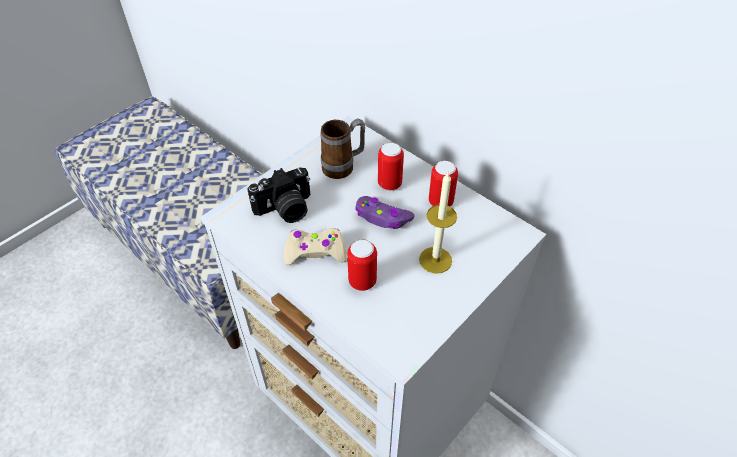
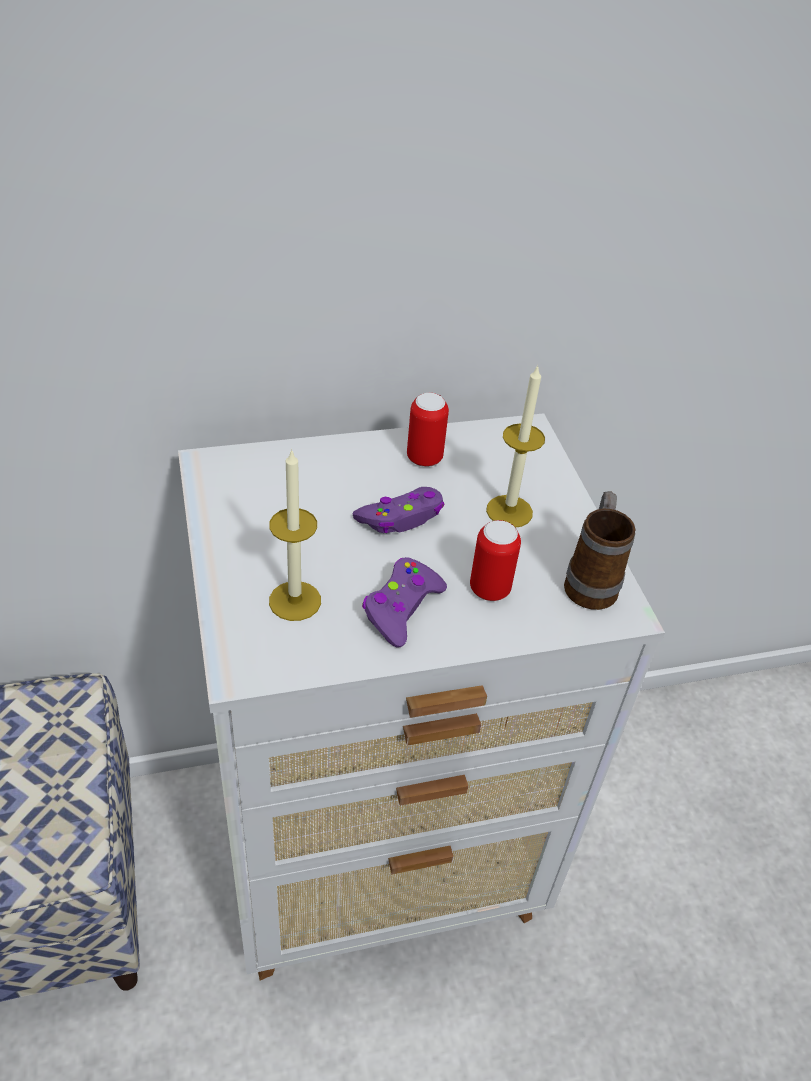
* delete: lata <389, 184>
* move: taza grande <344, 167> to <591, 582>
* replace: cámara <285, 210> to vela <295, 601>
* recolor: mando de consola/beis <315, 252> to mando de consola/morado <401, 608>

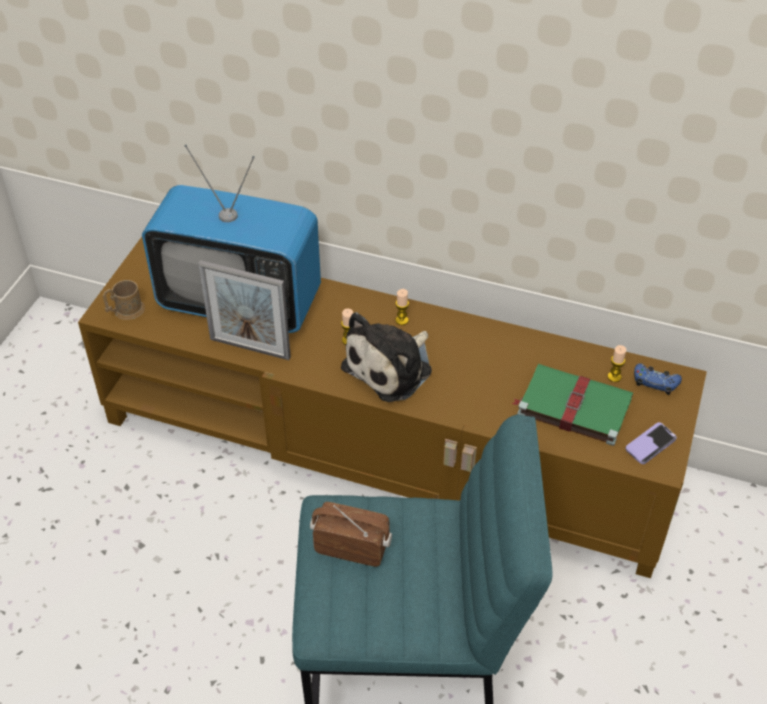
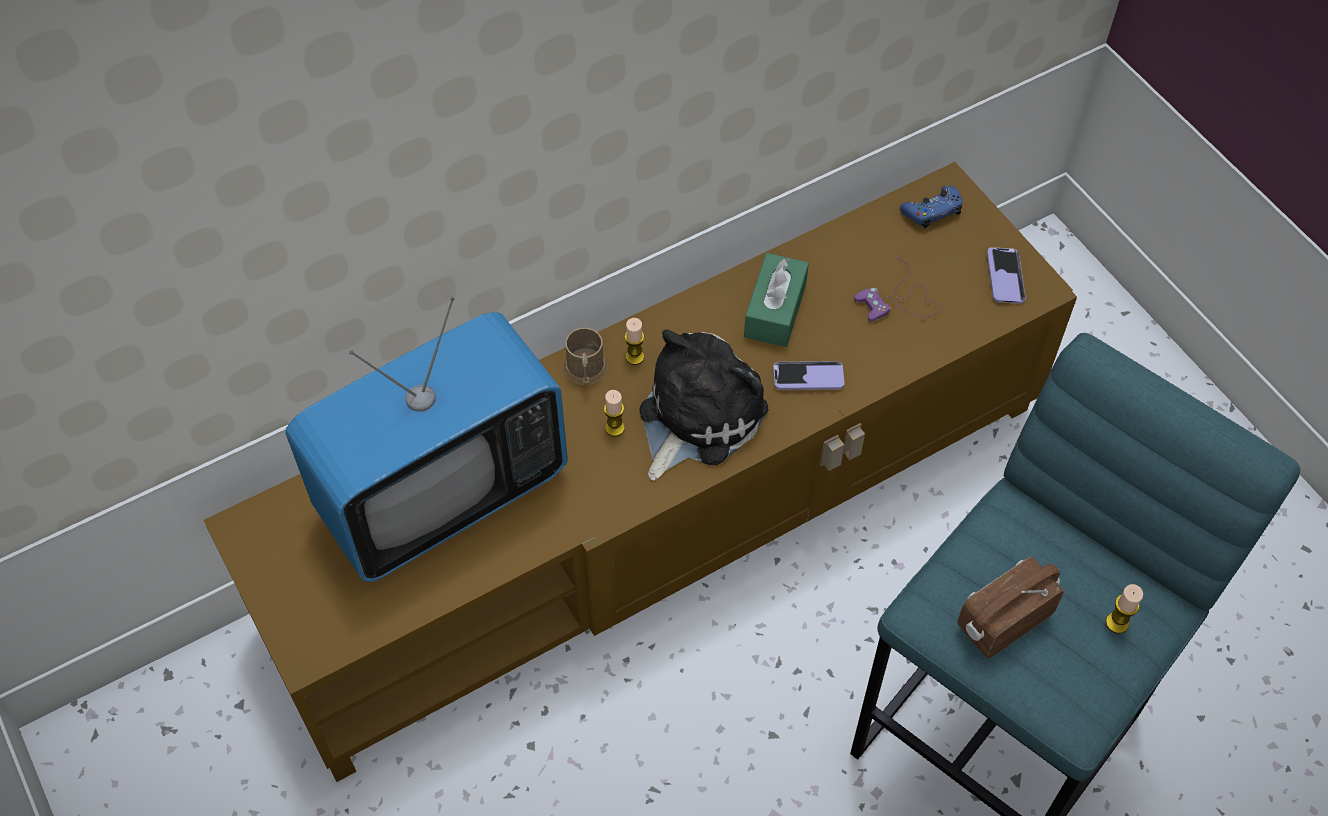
* delete: portarretratos <250, 348>
* insert: caja de pañuelos/verde <775, 310>
* insert: móvil <808, 377>
* move: taza grande/marrón <125, 311> to <585, 372>
* move: vela <614, 377> to <1117, 623>
* replace: libro/verde <572, 406> to mando de consola/morado <900, 300>
* rotate: peluche <391, 367> = <696, 416> 135 degrees counterclockwise

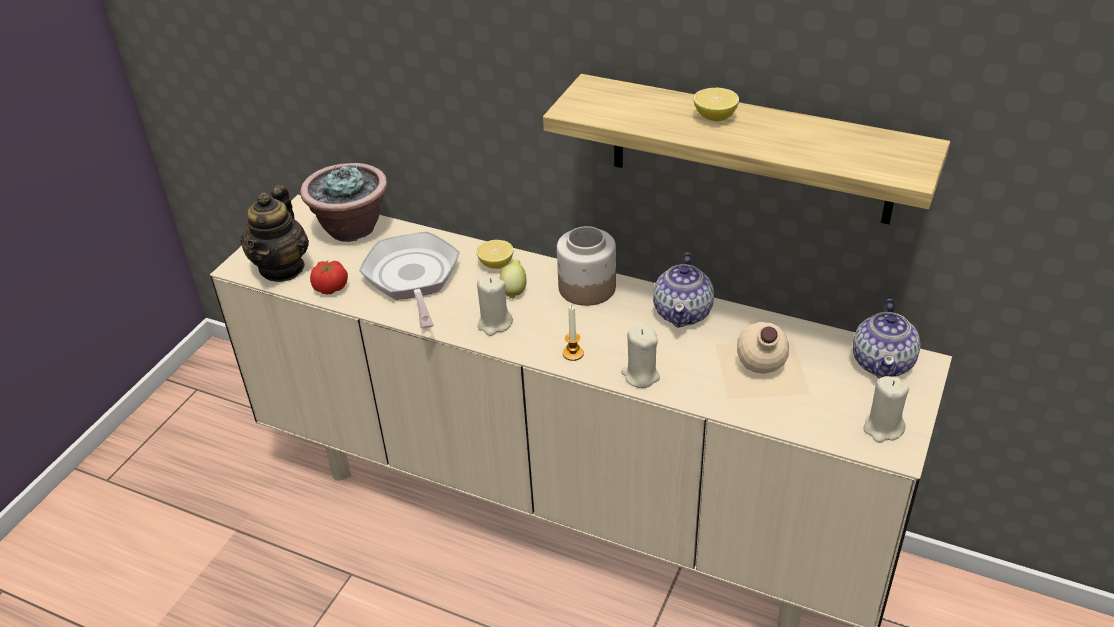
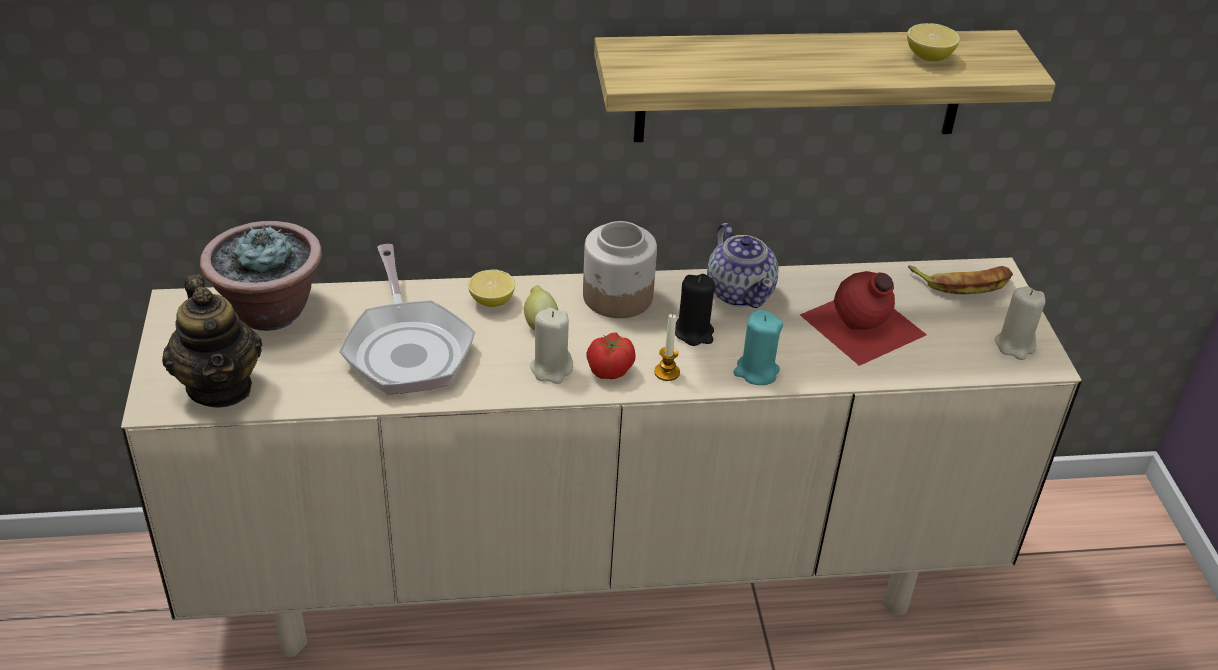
* insert: vela/negro <694, 332>
* move: tomate <331, 288> to <609, 370>
* move: limón <715, 117> to <928, 57>
* replace: tetera <883, 362> to plátano <962, 282>
* recolor: vela/beis <640, 375> to vela/turquesa <756, 372>
* recolor: botella/beis <760, 369> to botella/rojo <862, 326>
* rotate: sartén <413, 279> = <407, 348> 150 degrees counterclockwise

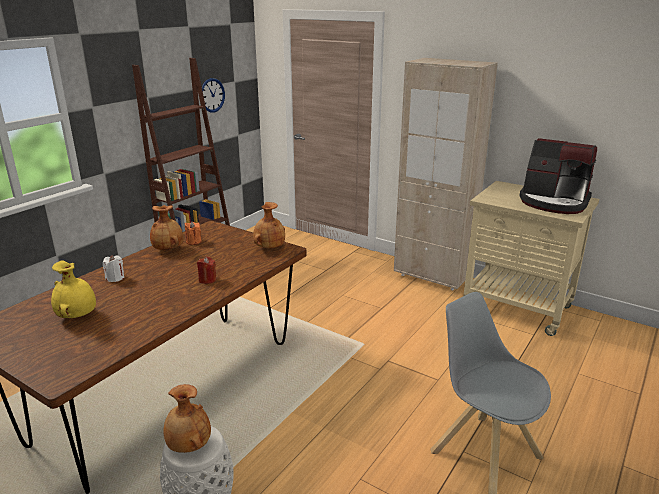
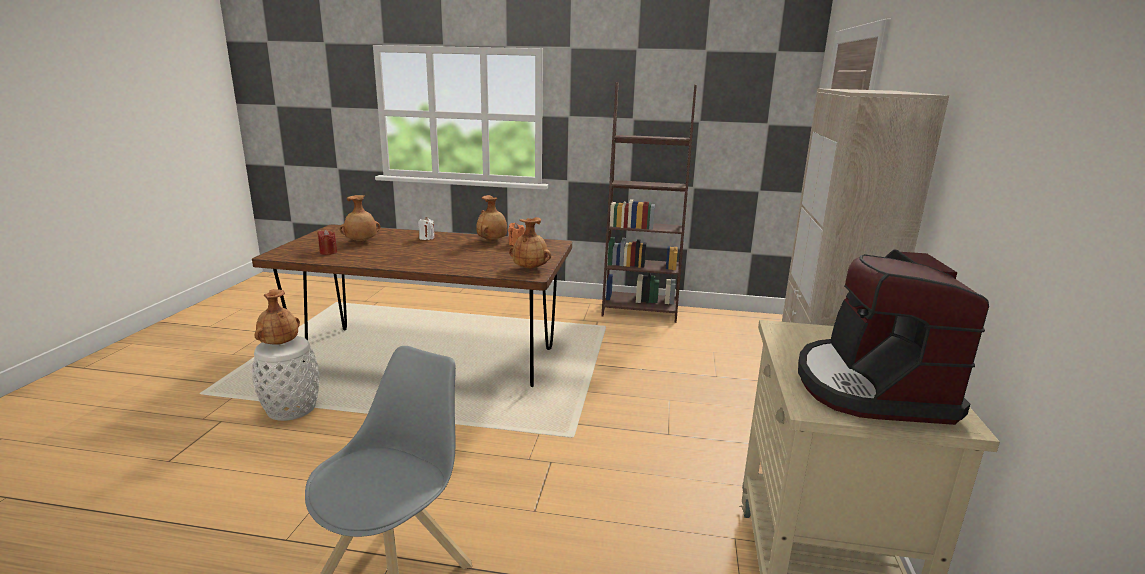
* delete: reloj de pared <212, 95>
* move: vela/rojo <207, 280> to <328, 252>
* recolor: florero/amarillo <78, 316> to florero/marrón <361, 242>

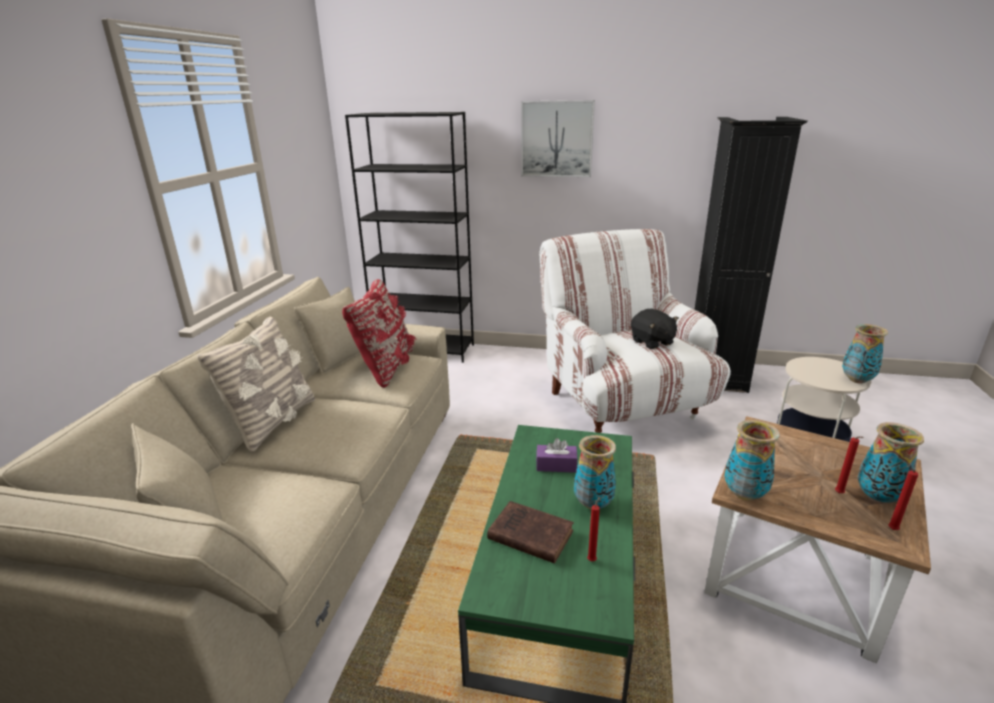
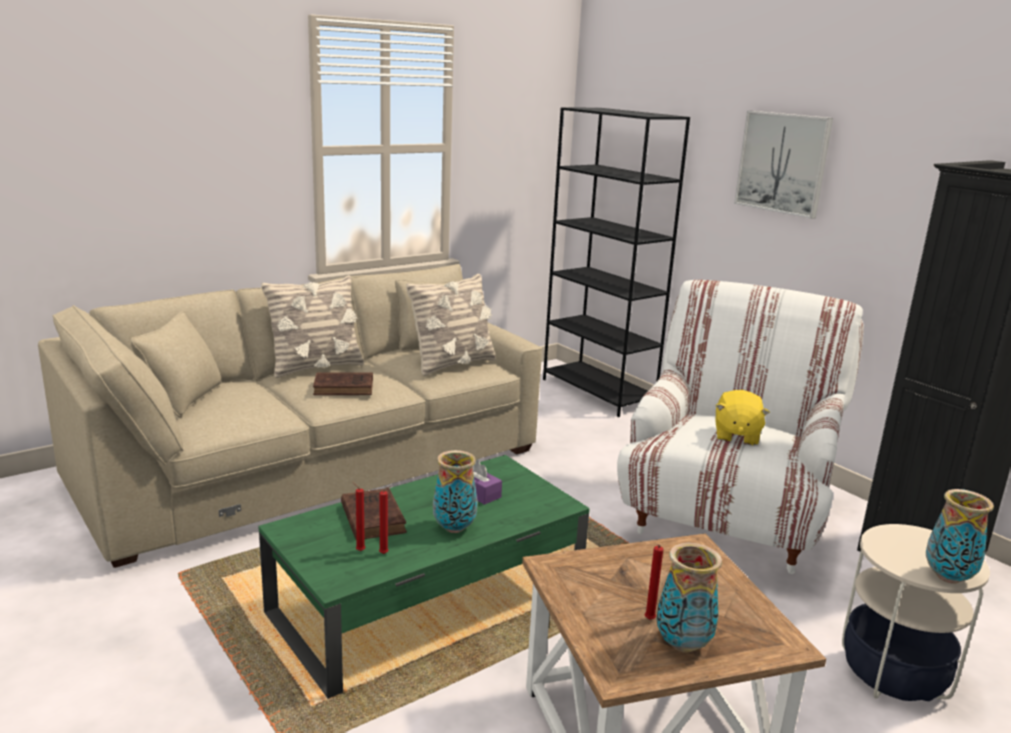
* delete: florero <744, 494>
* insert: libro/marrón <345, 388>
* move: vela/rojo <891, 530> to <359, 550>
* recolor: cojín/rojo <387, 368> to cojín/beis <452, 364>
* recolor: peluche/negro <652, 342> to peluche/amarillo <736, 435>

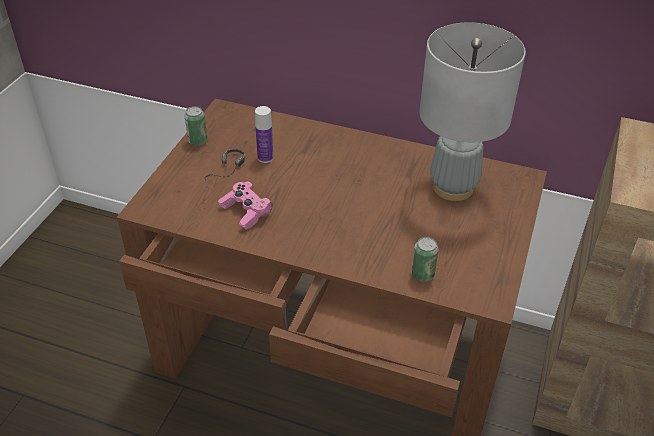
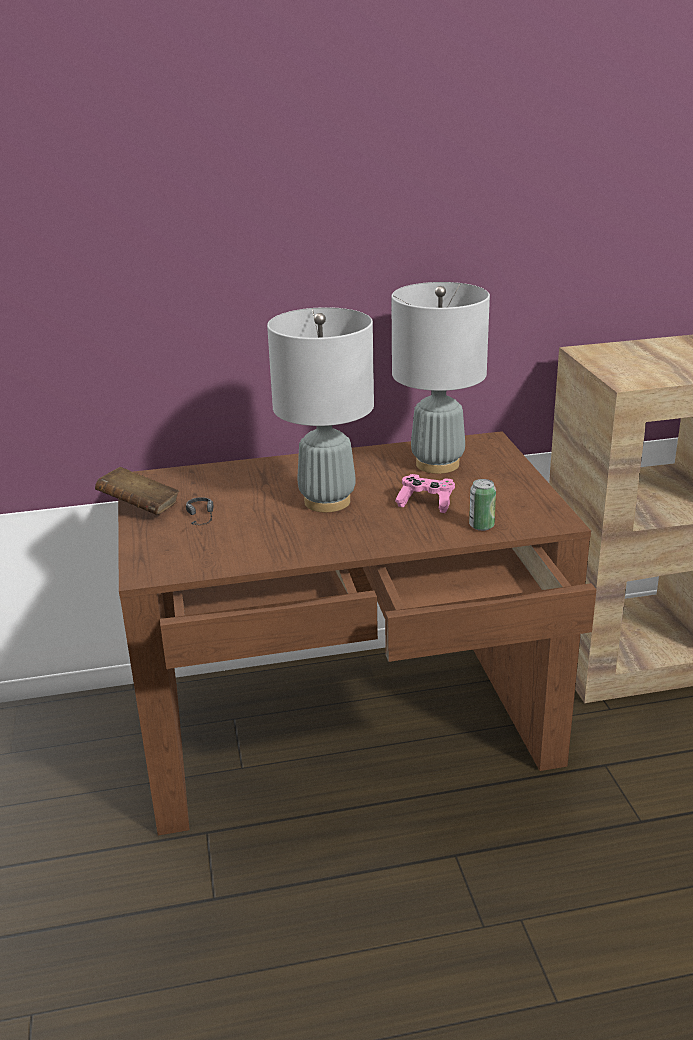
* delete: botella <265, 158>
* insert: lámpara de mesa/gris <327, 501>
* move: mando de consola/rosa <246, 211> to <426, 502>
* replace: lata <197, 141> to libro/marrón <140, 508>

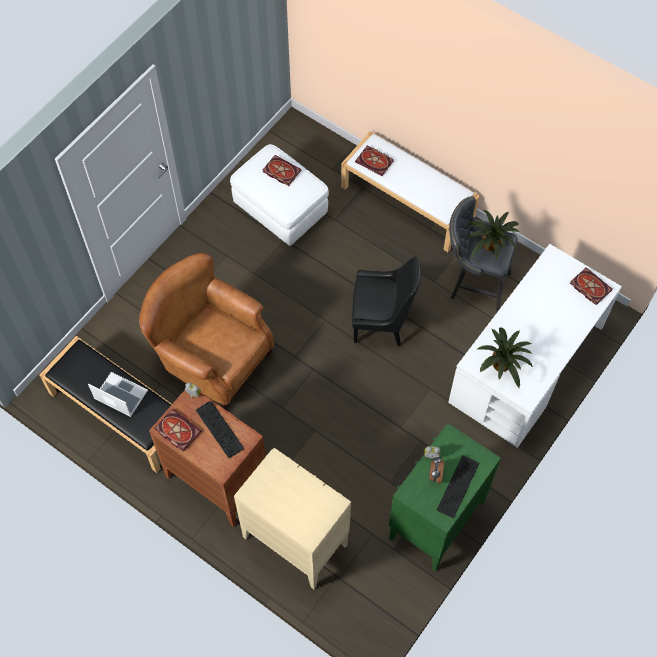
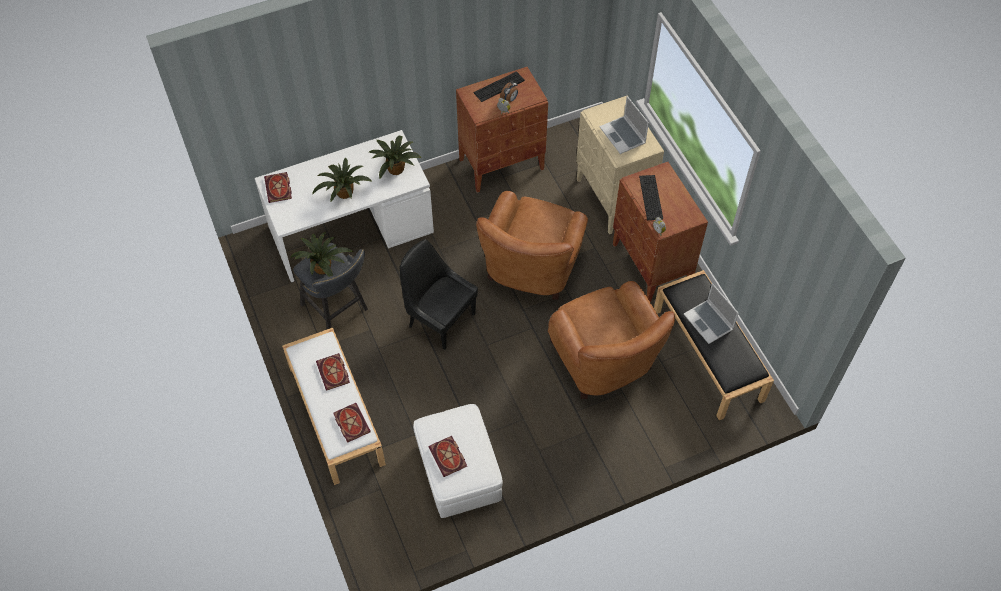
* insert: planta en maceta <343, 194>
* insert: sillón/marrón <532, 268>
* insert: portátil <623, 136>
* move: libro <176, 430> to <334, 373>
* recolor: cómoda/verde <435, 520> to cómoda/marrón <502, 165>

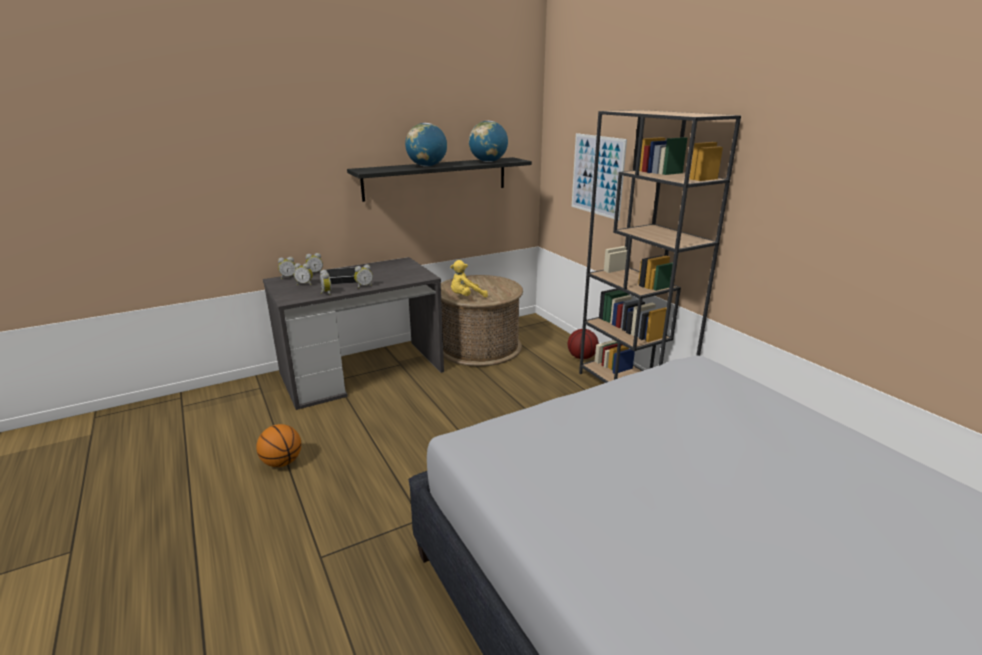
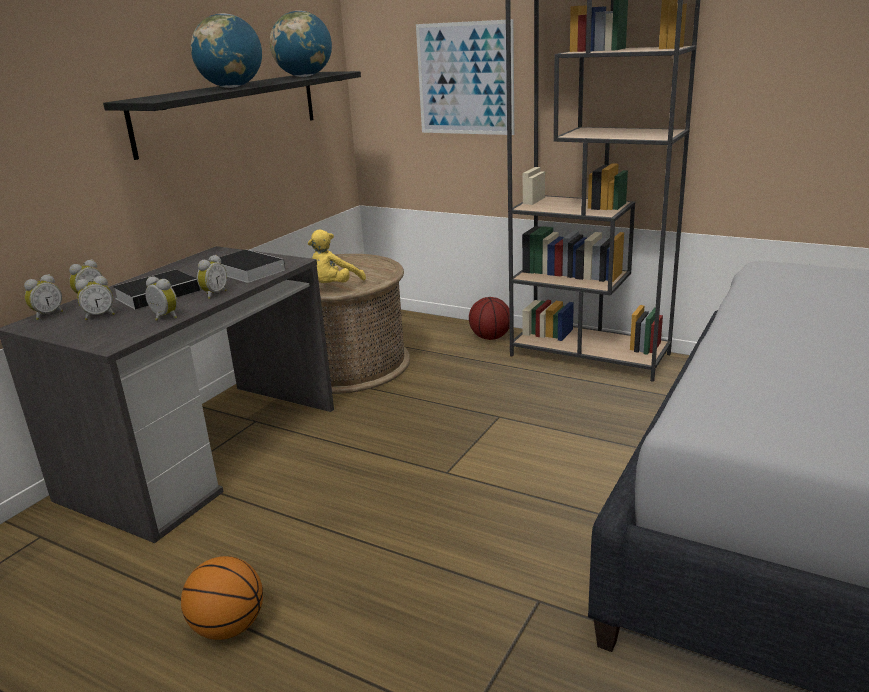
* insert: libro <246, 270>

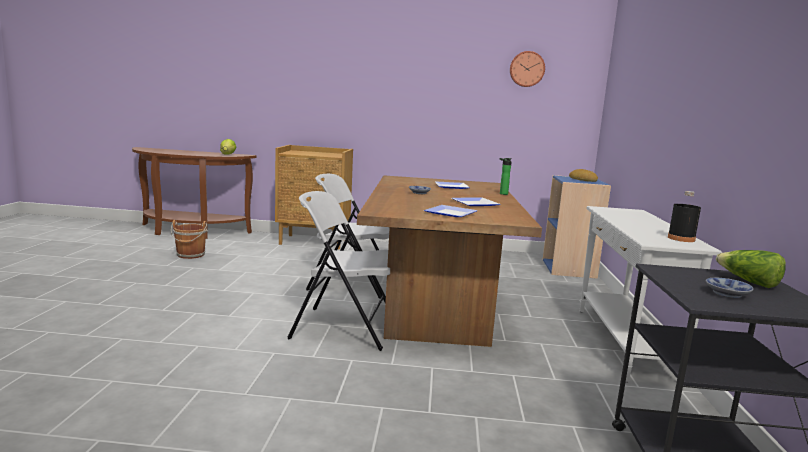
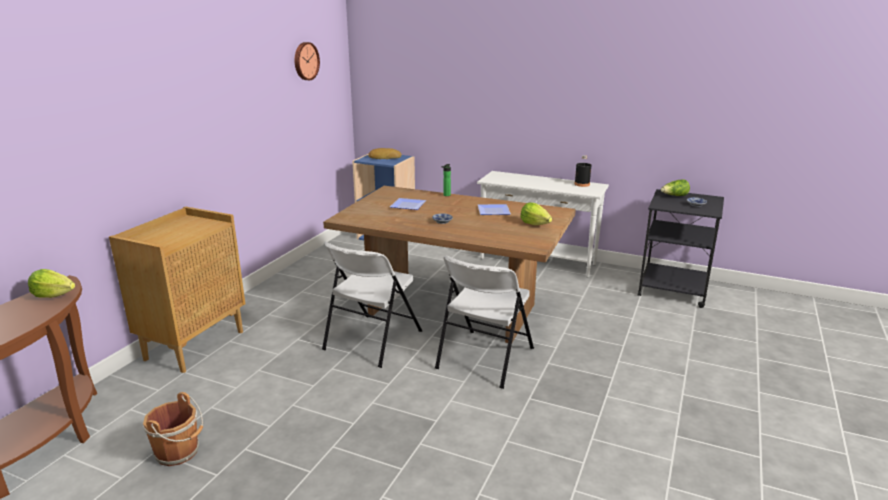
* replace: plato <452, 213> to lechuga <534, 224>

